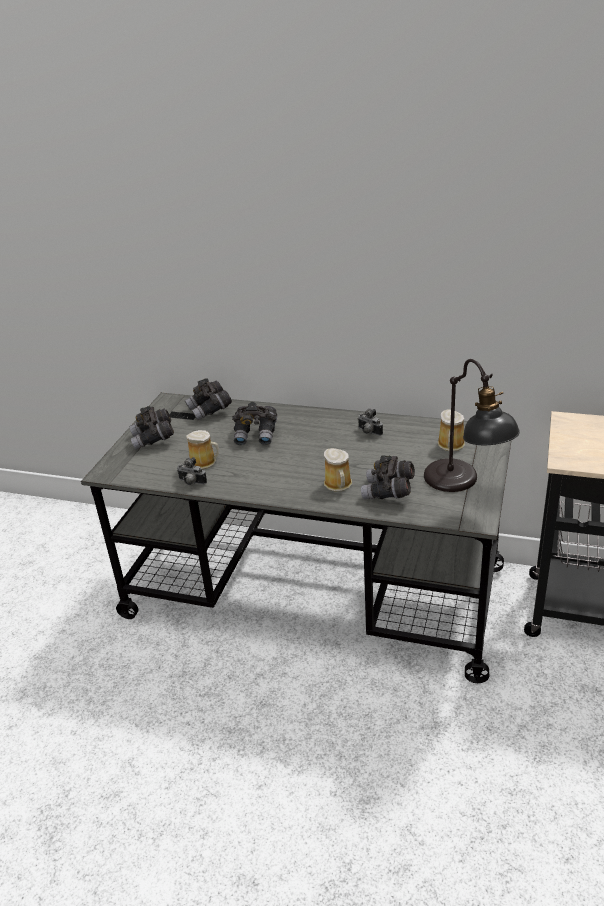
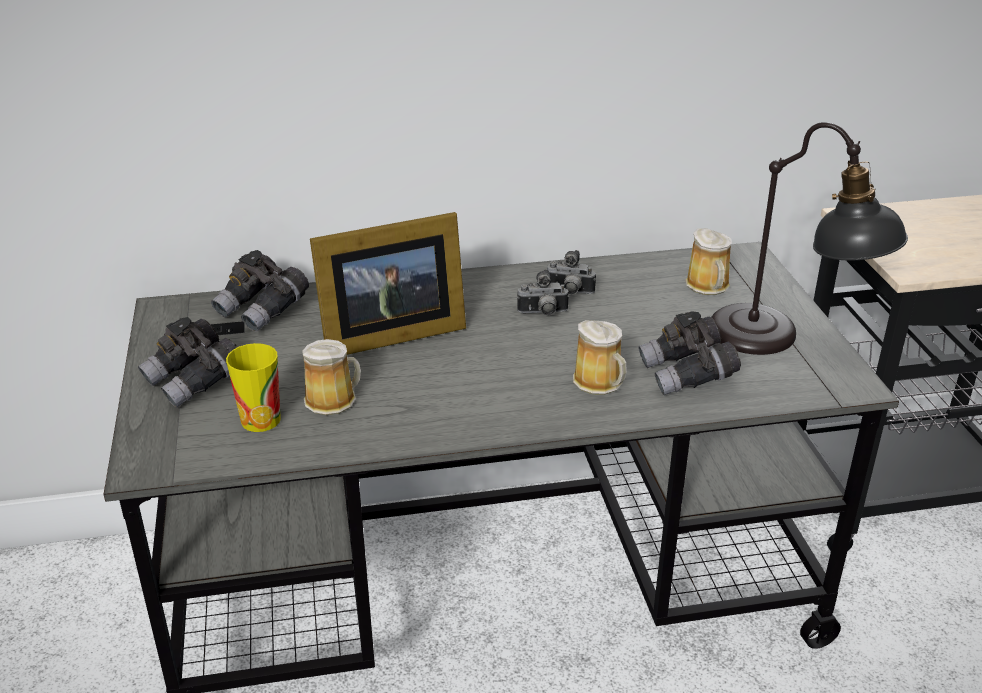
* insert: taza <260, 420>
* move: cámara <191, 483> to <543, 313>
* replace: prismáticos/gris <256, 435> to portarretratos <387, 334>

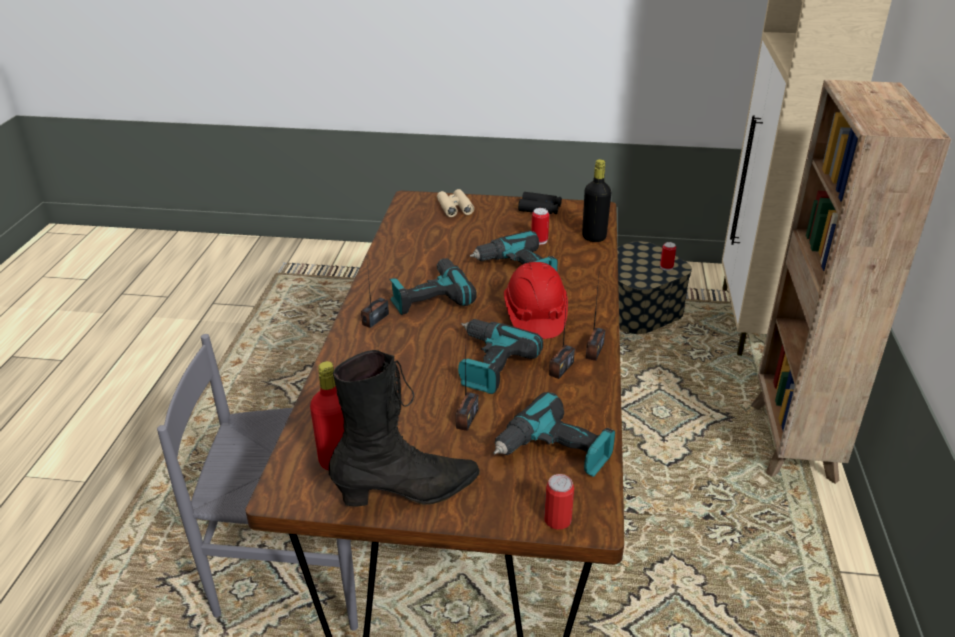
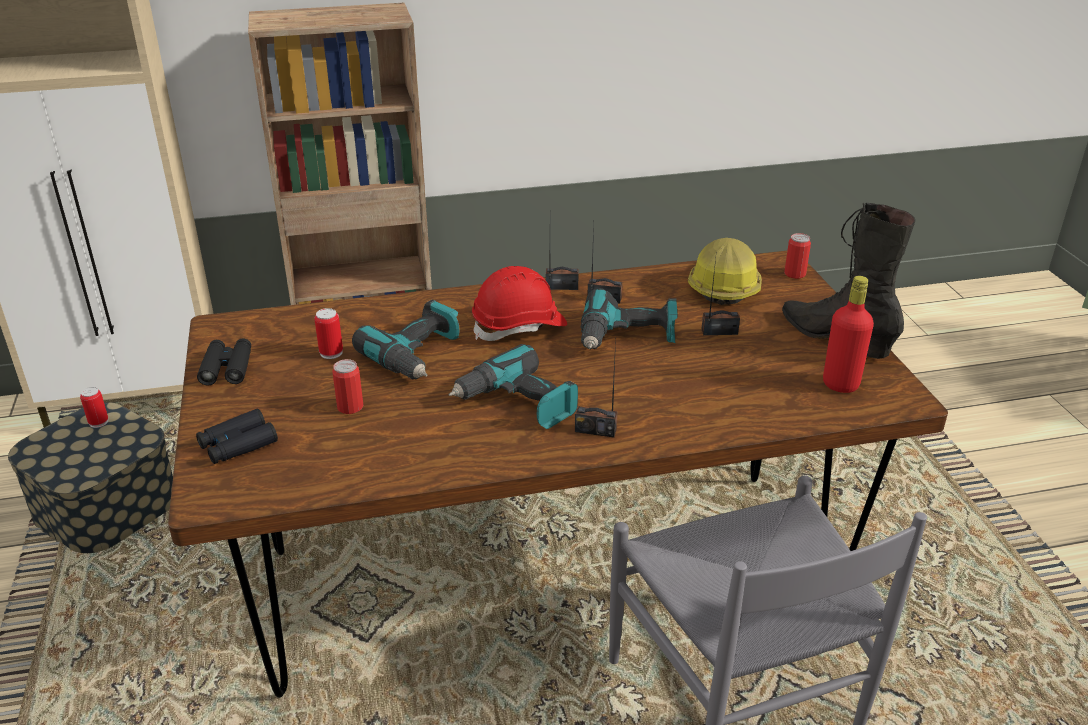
* delete: botella/negro <594, 237>
* insert: lata <350, 407>
* replace: taladro <554, 452> to casco <723, 285>
* recolor: prismáticos/beis <454, 207> to prismáticos/negro <238, 444>

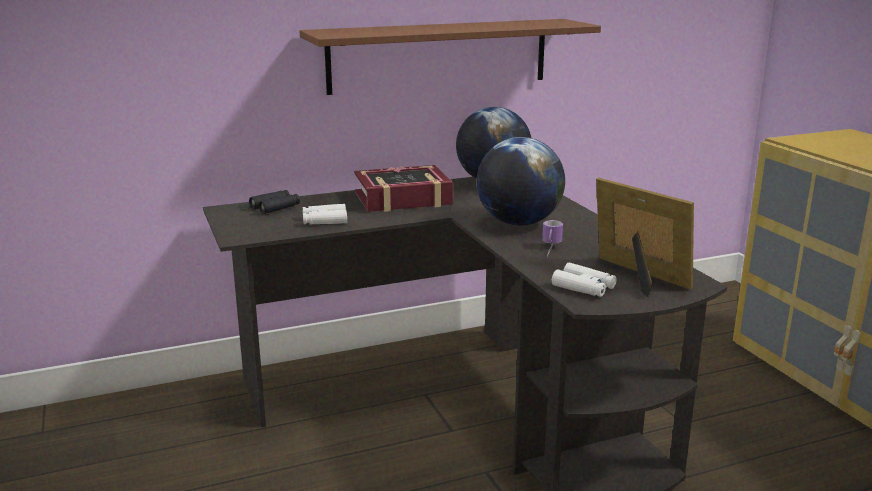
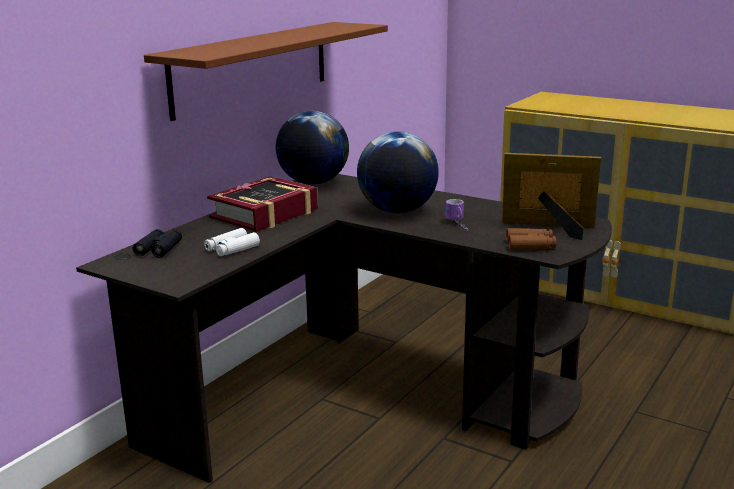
* recolor: prismáticos/blanco <584, 287> to prismáticos/marrón <530, 245>

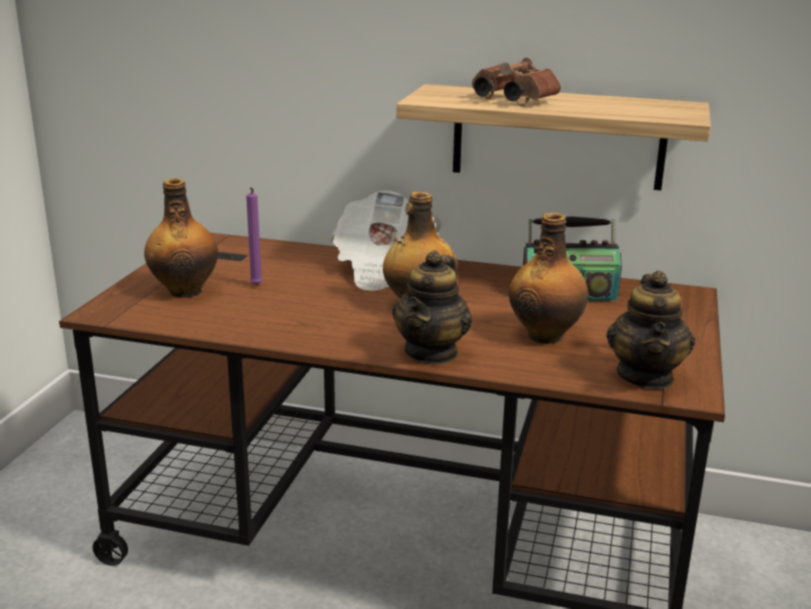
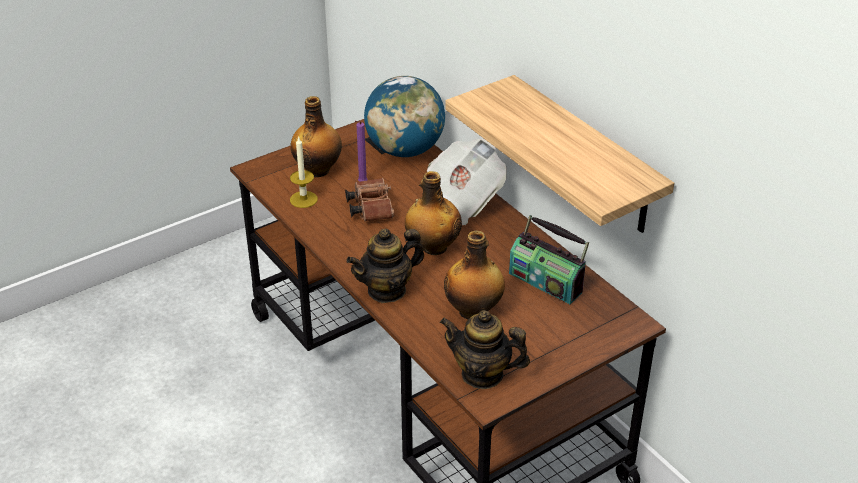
* insert: vela <303, 199>
* insert: globo terráqueo <405, 150>
* move: prismáticos/marrón <510, 100> to <370, 208>
* rotate: tetera <646, 376> = <482, 374> 60 degrees clockwise

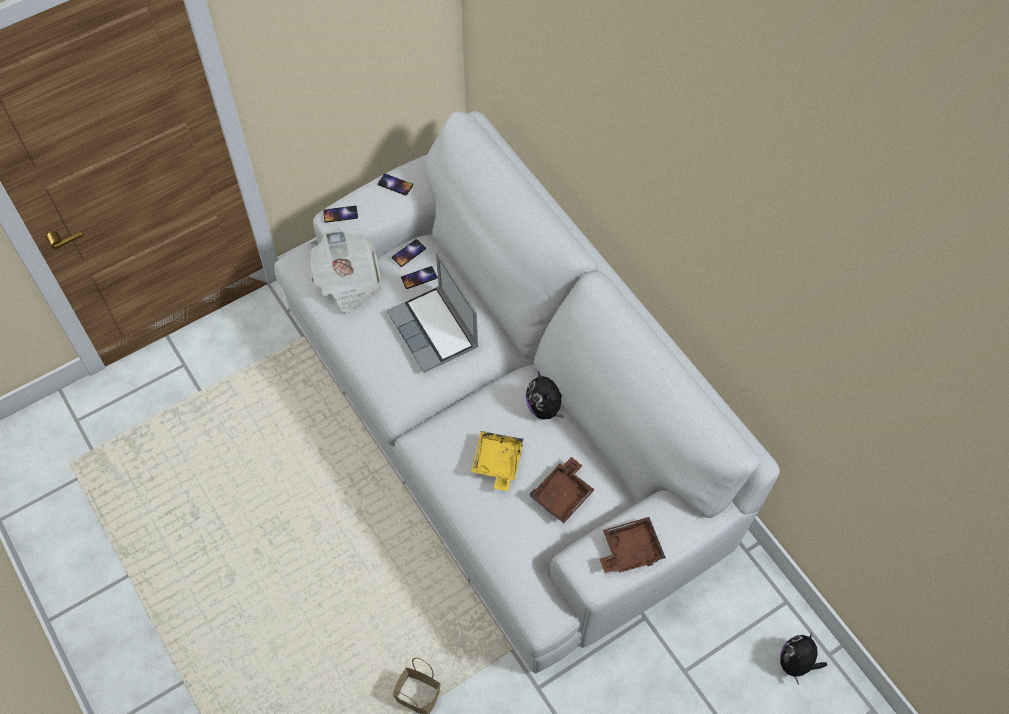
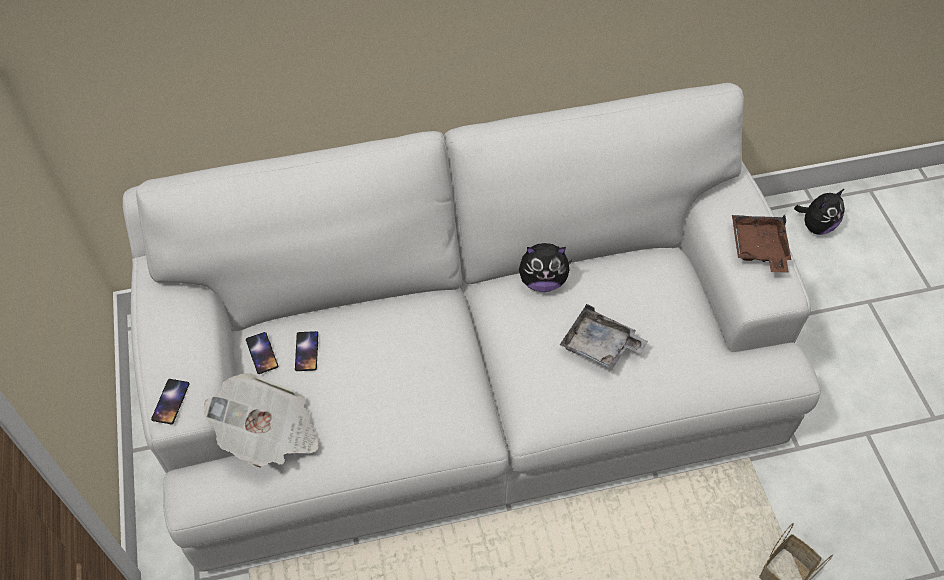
* delete: móvil <395, 184>
* delete: portátil <434, 330>
* delete: bandeja/marrón <563, 495>
* recolor: bandeja/amarillo <497, 463> to bandeja/gris <600, 346>
* rotate: peluche <796, 663> = <816, 226> 90 degrees counterclockwise

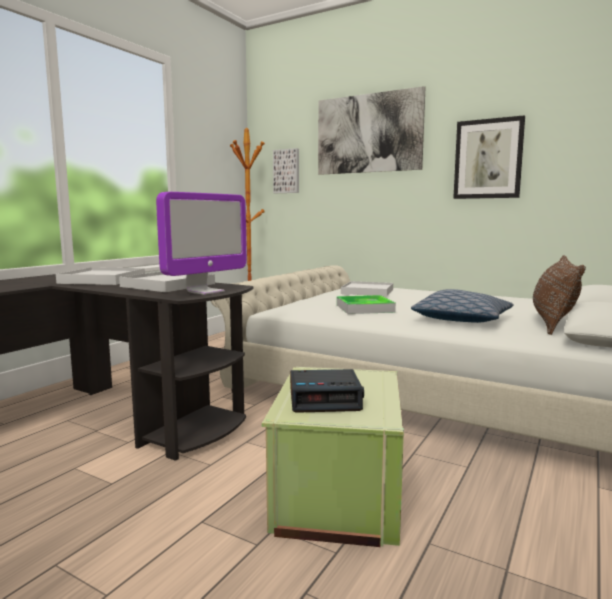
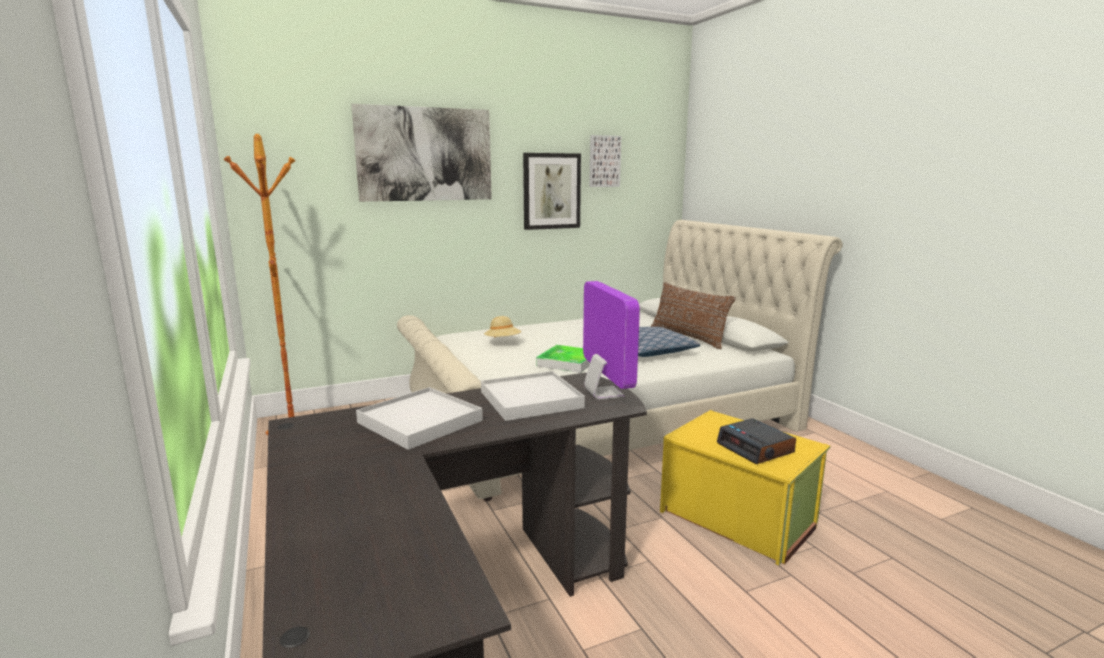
* move: cuadro <287, 171> to <604, 161>
* replace: bandeja/blanco <367, 291> to sombrero/beis <503, 341>
* recolor: caja de almacenaje/verde <336, 491> to caja de almacenaje/amarillo <737, 518>
* rotate: despertador <325, 399> = <756, 448> 120 degrees clockwise

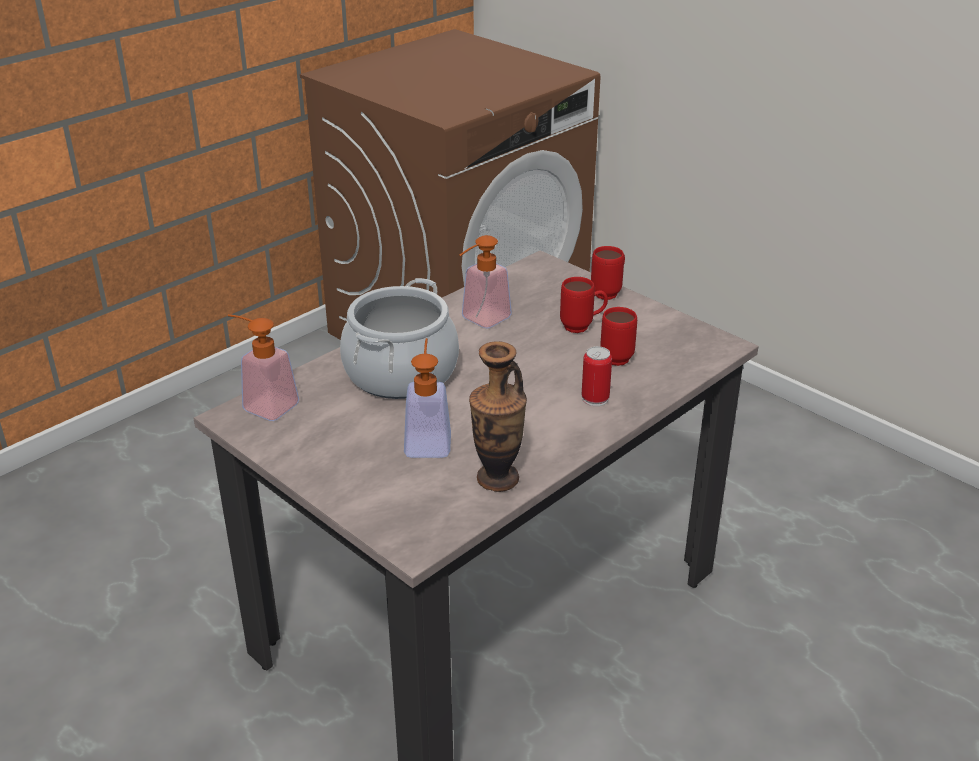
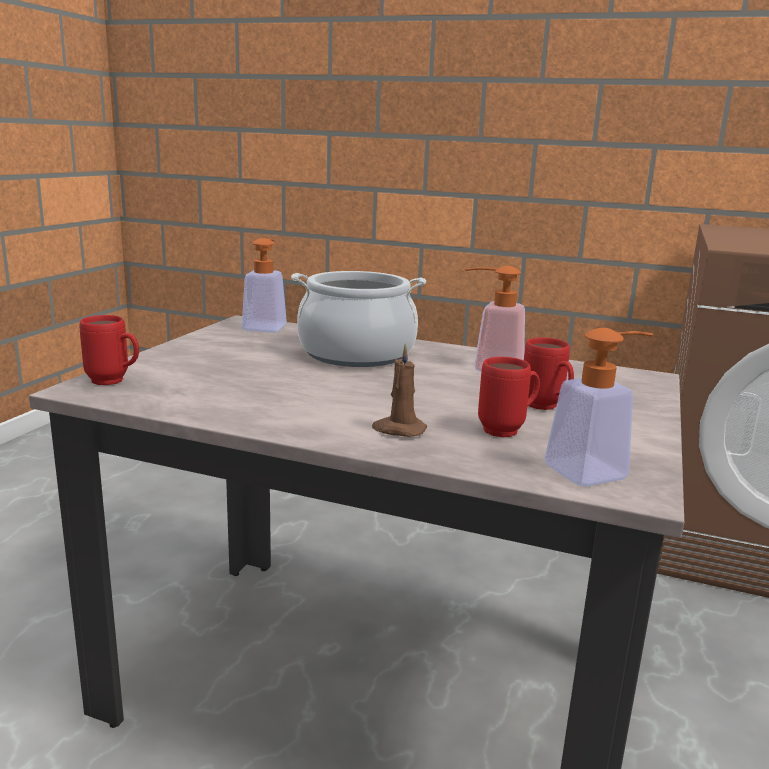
* delete: florero <497, 478>
* move: dispensador de jabón <428, 439> to <596, 470>
* move: taza grande/rojo <609, 292> to <114, 382>
* replace: lata <595, 398> to vela/marrón <398, 429>

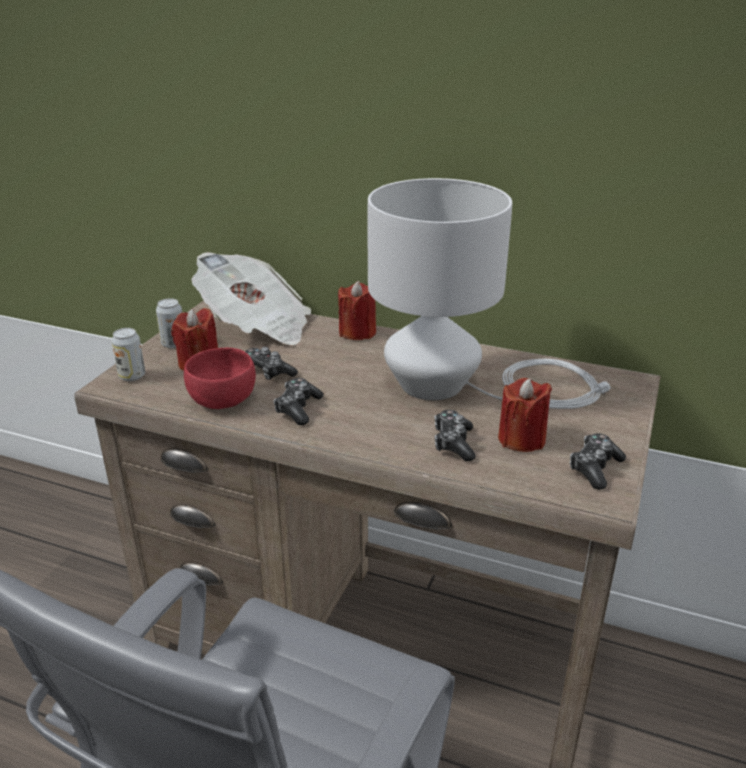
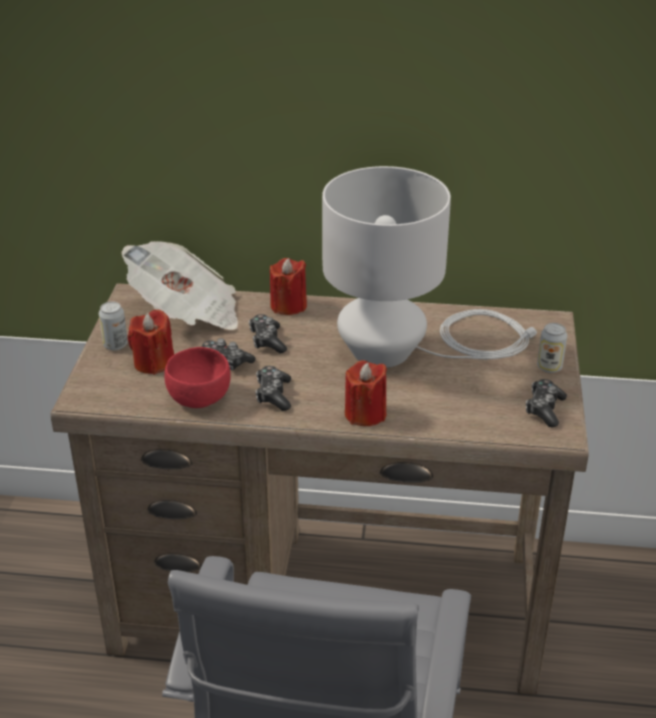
* move: lata <132, 376> to <549, 367>
* move: mando de consola <453, 443> to <267, 340>
* move: vela/rojo <521, 439> to <365, 414>

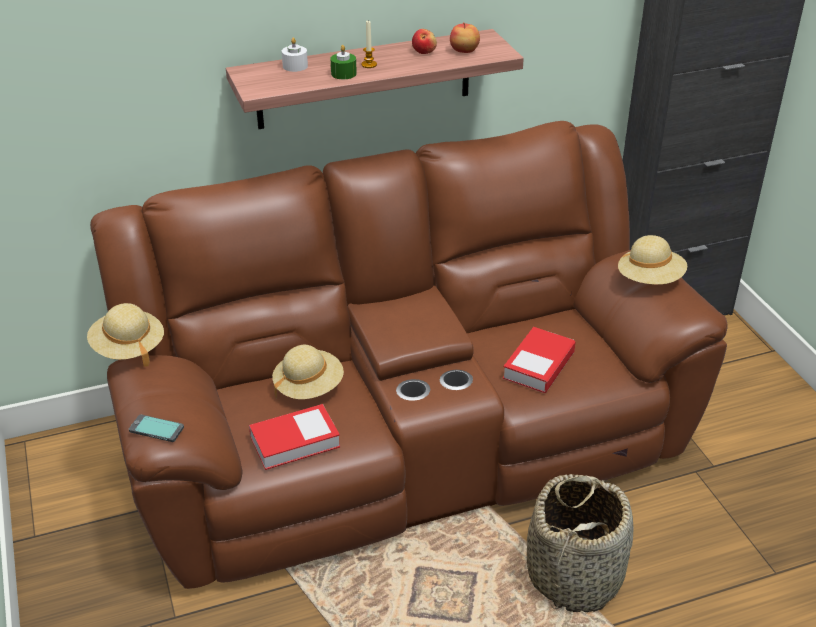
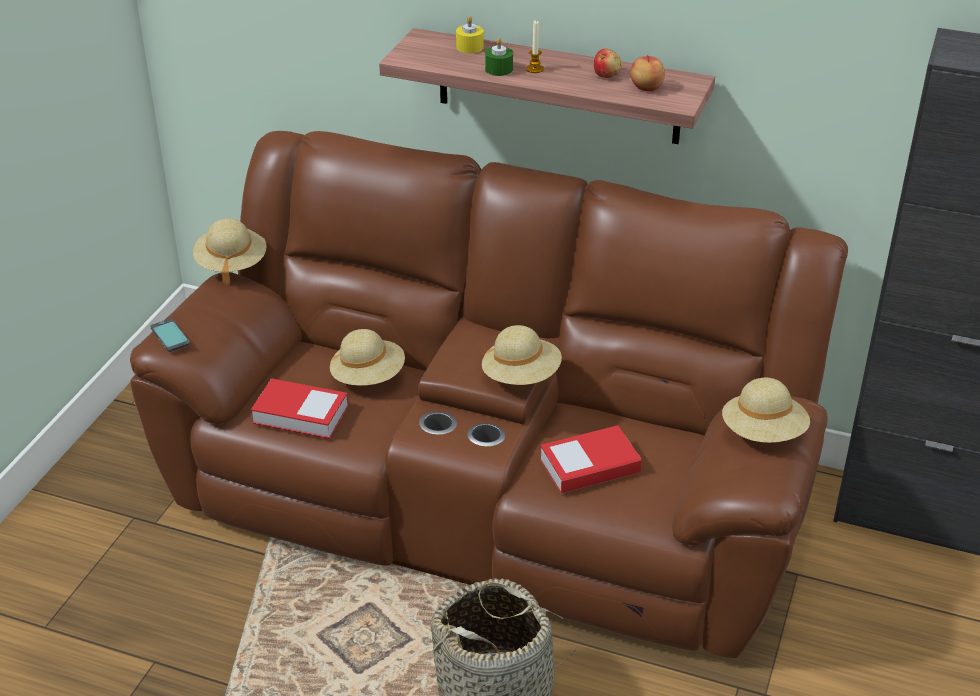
* insert: sombrero/beis <521, 376>
* recolor: vela/blanco <295, 66> to vela/amarillo <469, 47>

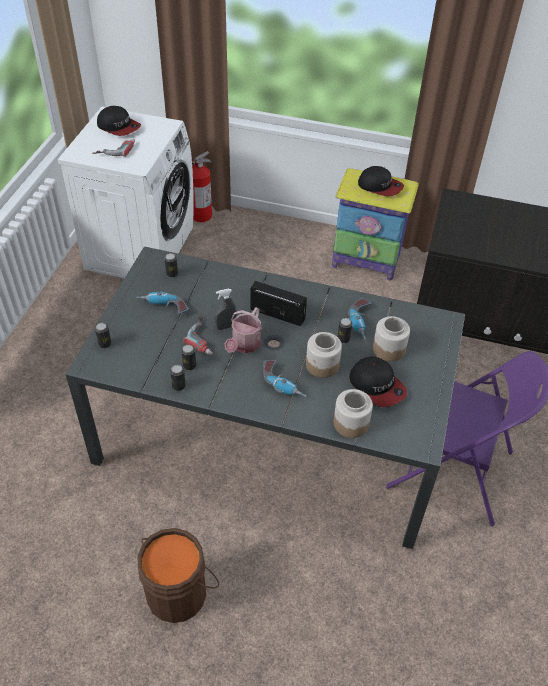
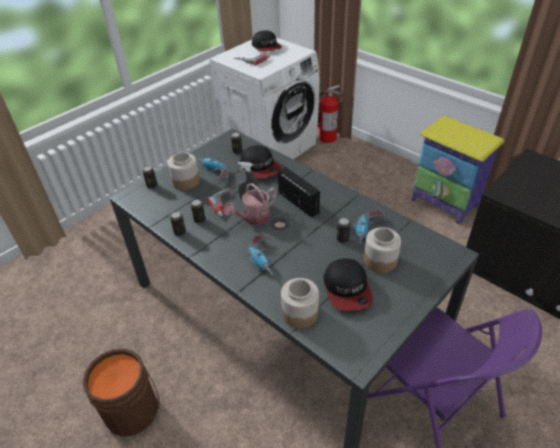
* move: tarro <322, 365> to <185, 182>
* move: gorra <380, 186> to <260, 167>

